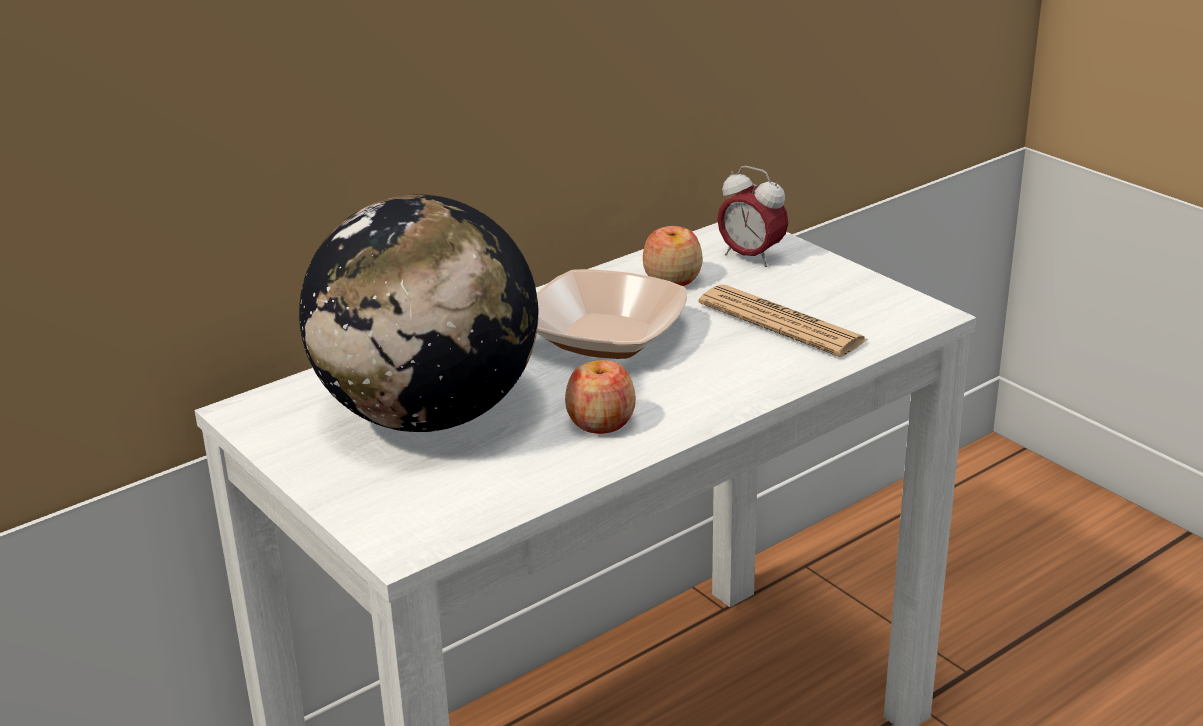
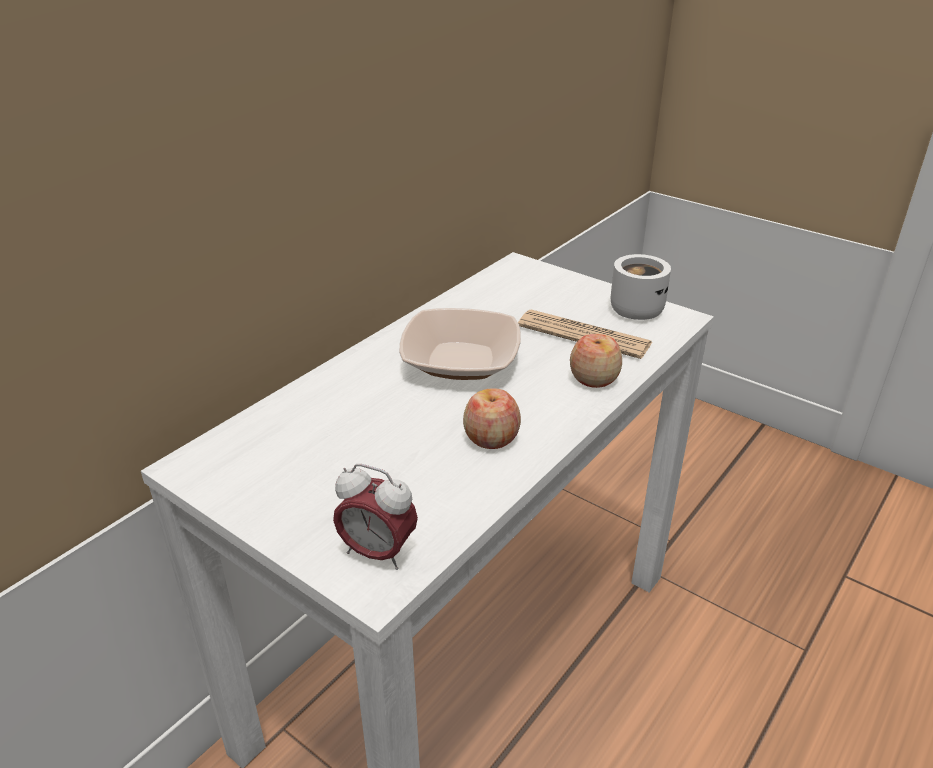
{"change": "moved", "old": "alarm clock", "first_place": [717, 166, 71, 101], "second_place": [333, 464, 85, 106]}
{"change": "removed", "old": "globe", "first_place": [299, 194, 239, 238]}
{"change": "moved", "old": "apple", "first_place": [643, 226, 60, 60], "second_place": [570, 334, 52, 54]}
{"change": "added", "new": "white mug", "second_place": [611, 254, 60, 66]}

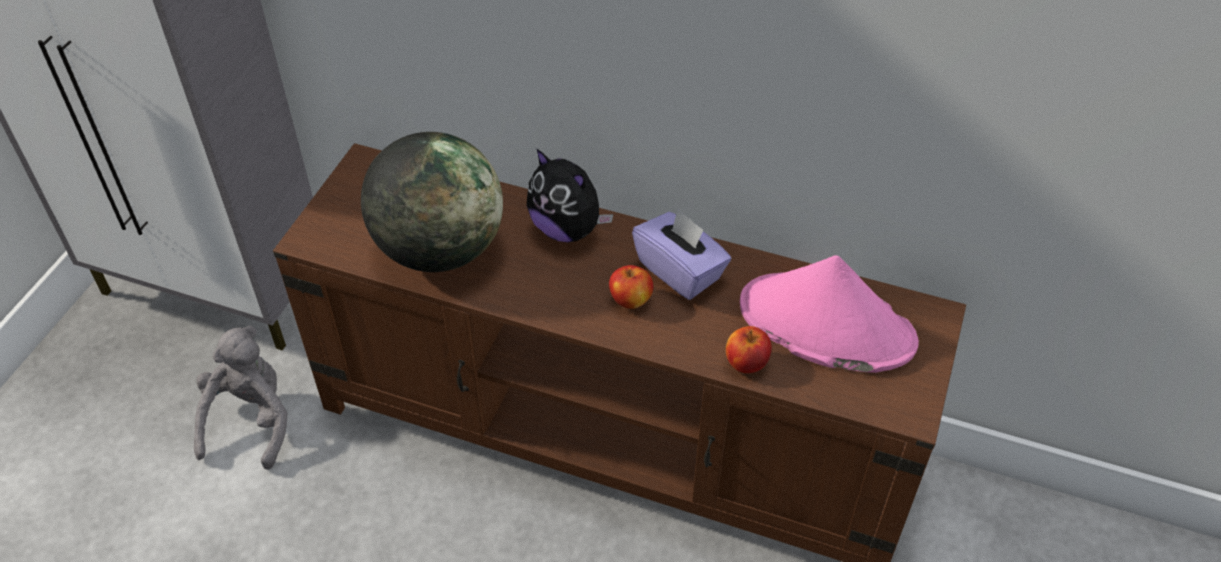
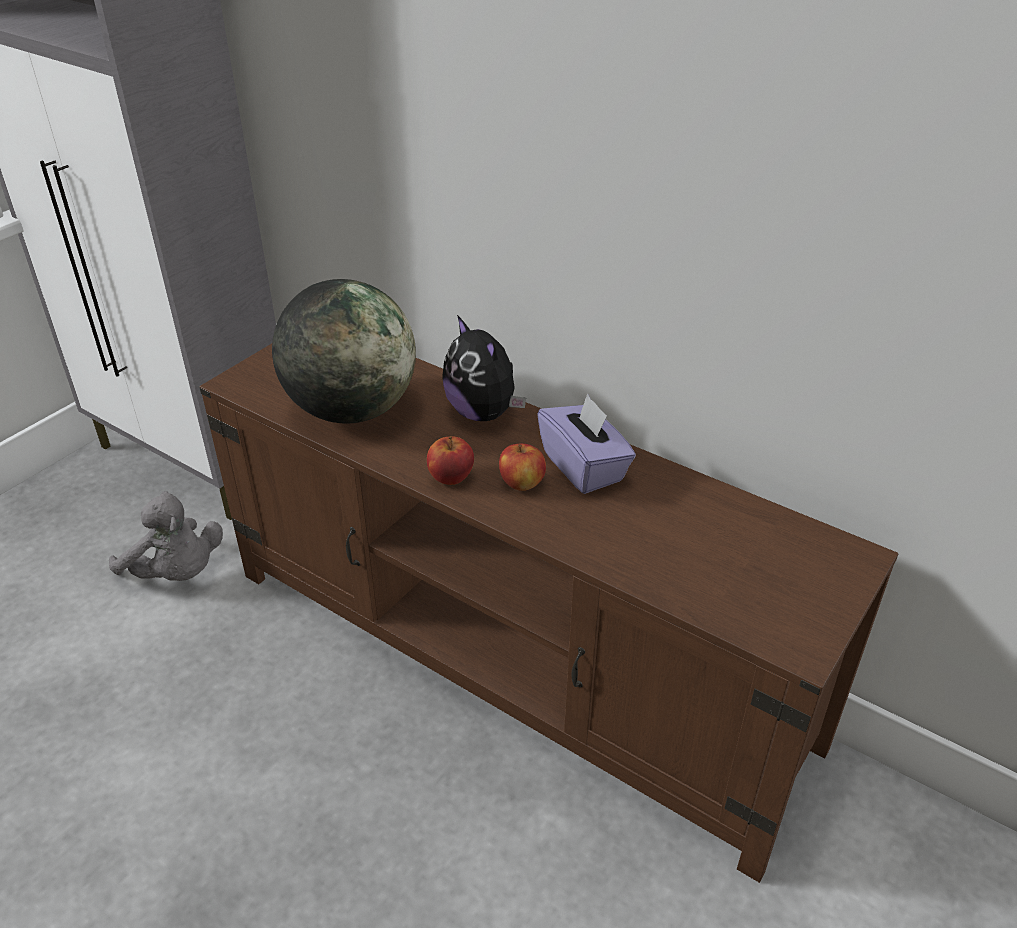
{"change": "removed", "old": "pink hat", "first_place": [740, 255, 179, 118]}
{"change": "turned", "old": "grey plush toy", "first_place": [194, 326, 94, 144], "second_place": [109, 491, 114, 90], "degrees": 105}
{"change": "moved", "old": "apple", "first_place": [726, 326, 46, 47], "second_place": [427, 436, 47, 49]}

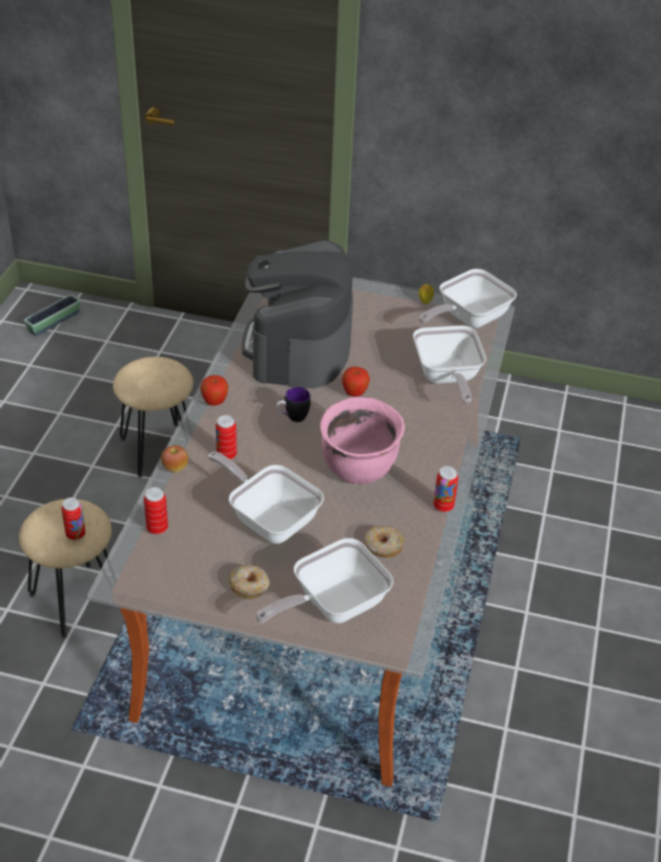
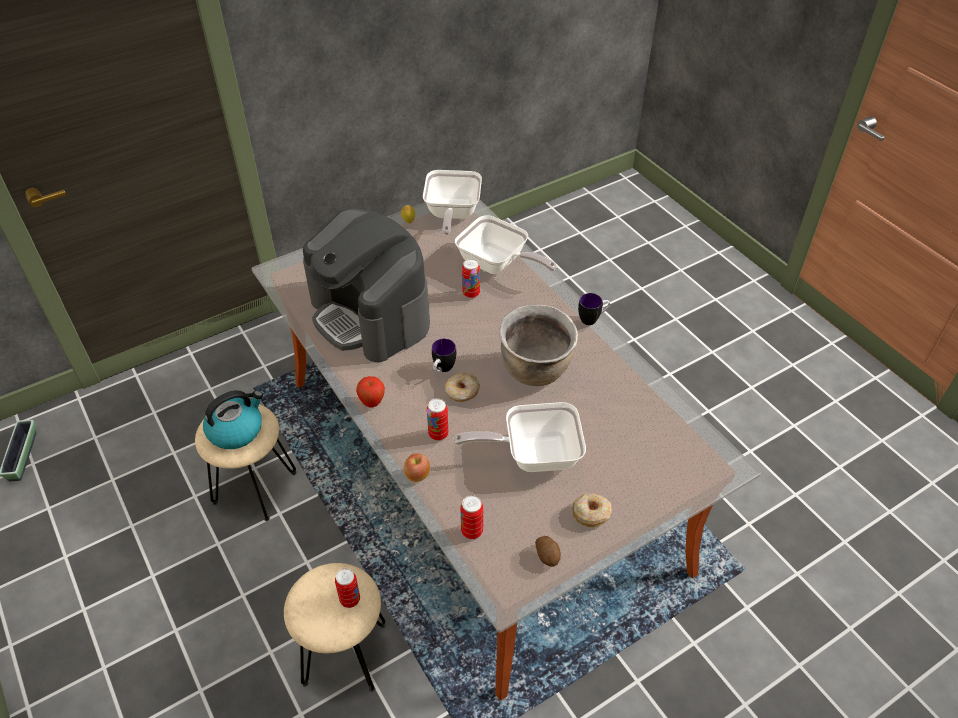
{"change": "removed", "old": "apple", "first_place": [342, 366, 28, 31]}
{"change": "recoloured", "old": "pink cooking pot", "new": "brown cooking pot", "first_place": [320, 397, 85, 87], "second_place": [499, 304, 79, 82]}
{"change": "moved", "old": "can", "first_place": [433, 466, 25, 46], "second_place": [462, 259, 18, 39]}
{"change": "moved", "old": "donut", "first_place": [364, 526, 41, 32], "second_place": [445, 373, 35, 29]}
{"change": "removed", "old": "frying pan", "first_place": [256, 538, 138, 86]}
{"change": "added", "new": "mug", "second_place": [578, 293, 32, 32]}
{"change": "added", "new": "kettle", "second_place": [203, 390, 60, 59]}
{"change": "added", "new": "potato", "second_place": [535, 536, 26, 31]}

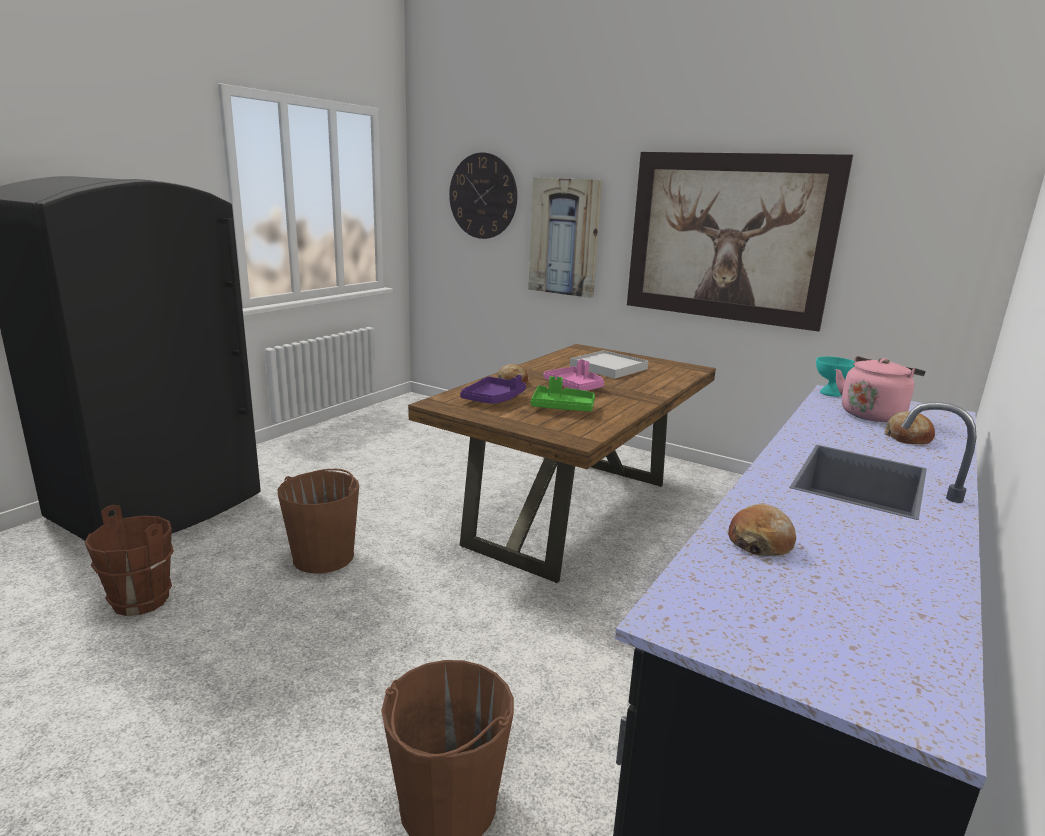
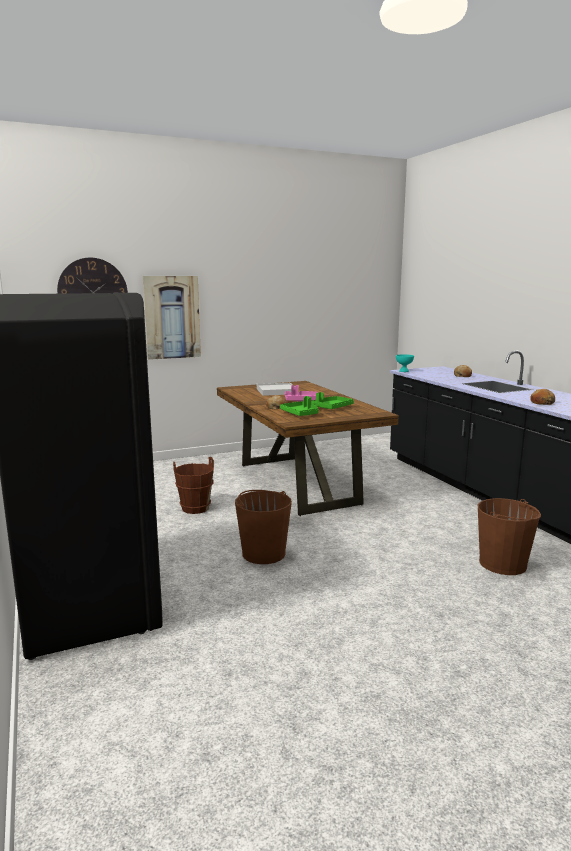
{"change": "removed", "old": "picture", "first_place": [627, 152, 226, 180]}
{"change": "removed", "old": "pink kettle", "first_place": [836, 356, 90, 66]}
{"change": "recoloured", "old": "purple tray", "new": "green tray", "first_place": [460, 375, 66, 29], "second_place": [280, 396, 39, 20]}
{"change": "moved", "old": "brown bucket", "first_place": [84, 505, 90, 111], "second_place": [173, 457, 41, 57]}

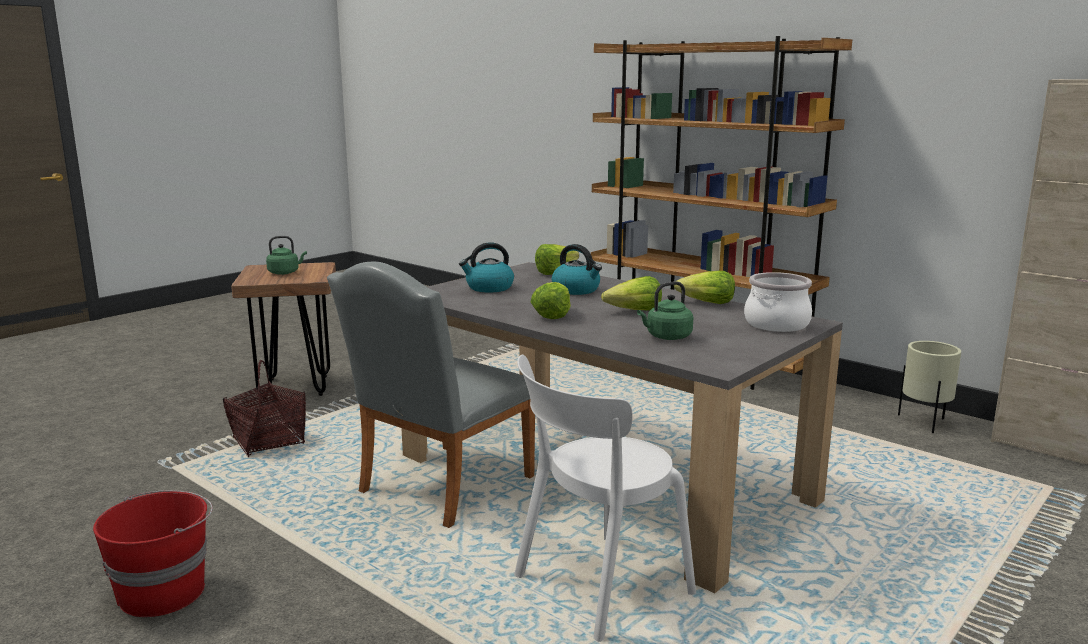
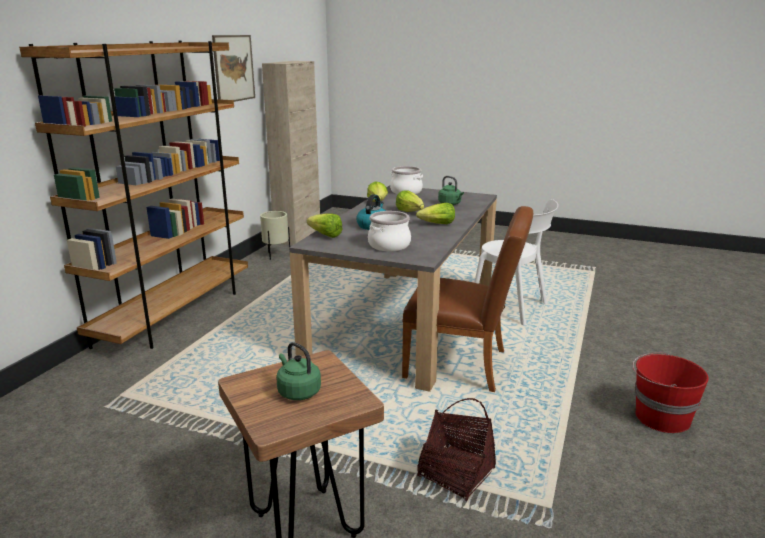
{"change": "replaced", "old": "kettle", "new": "cooking pot", "first_place": [459, 242, 55, 51], "second_place": [368, 211, 43, 40]}
{"change": "recoloured", "old": "grey chair", "new": "brown chair", "first_place": [327, 262, 208, 266], "second_place": [402, 206, 131, 186]}
{"change": "added", "new": "picture", "second_place": [212, 35, 43, 67]}

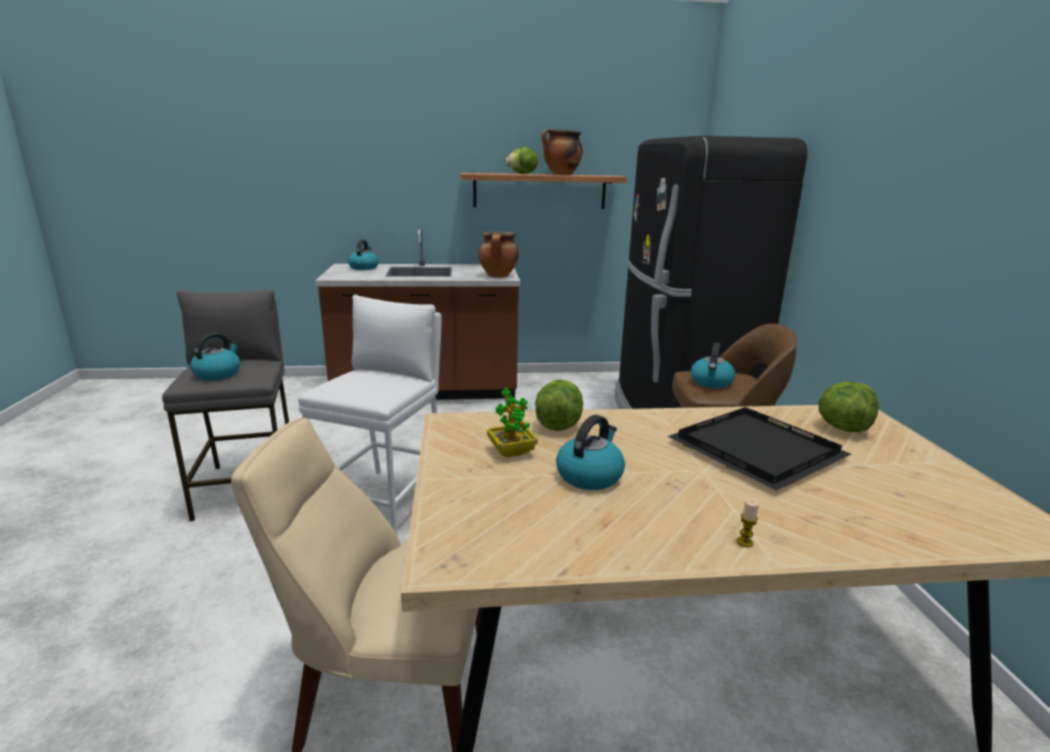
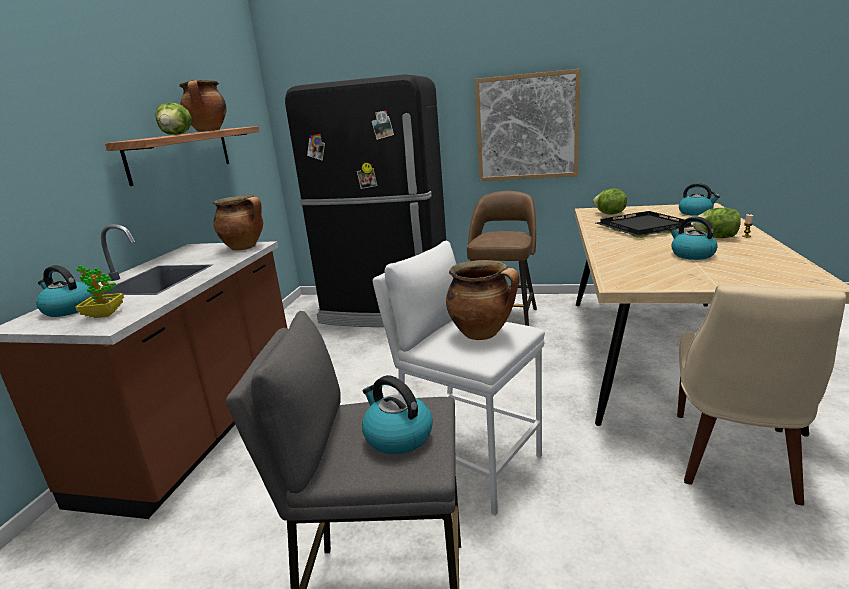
{"change": "moved", "old": "kettle", "first_place": [691, 342, 44, 46], "second_place": [679, 183, 41, 33]}
{"change": "moved", "old": "lettuce", "first_place": [535, 379, 48, 52], "second_place": [693, 208, 48, 30]}
{"change": "moved", "old": "potted plant", "first_place": [487, 388, 51, 70], "second_place": [75, 265, 49, 53]}
{"change": "added", "new": "picture", "second_place": [475, 69, 105, 112]}
{"change": "added", "new": "cooking pot", "second_place": [446, 260, 74, 80]}

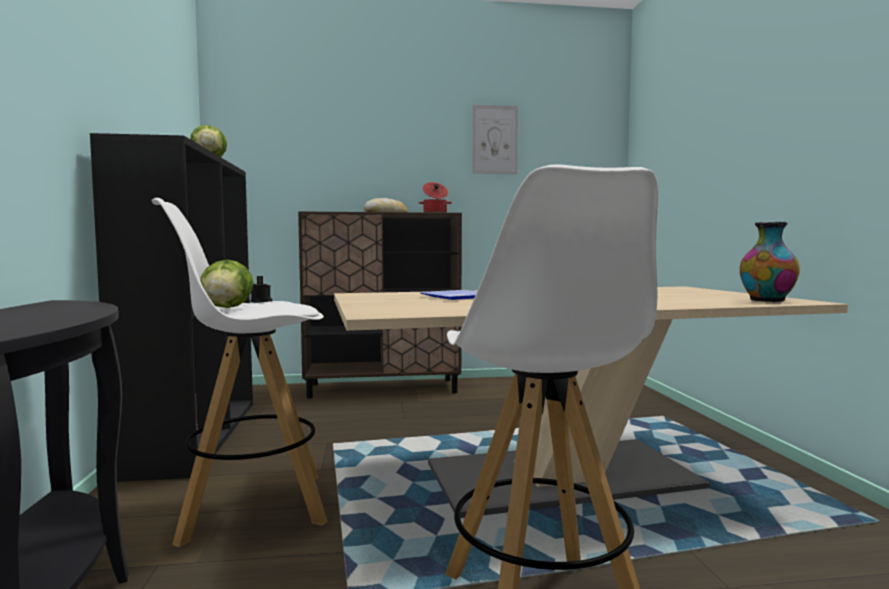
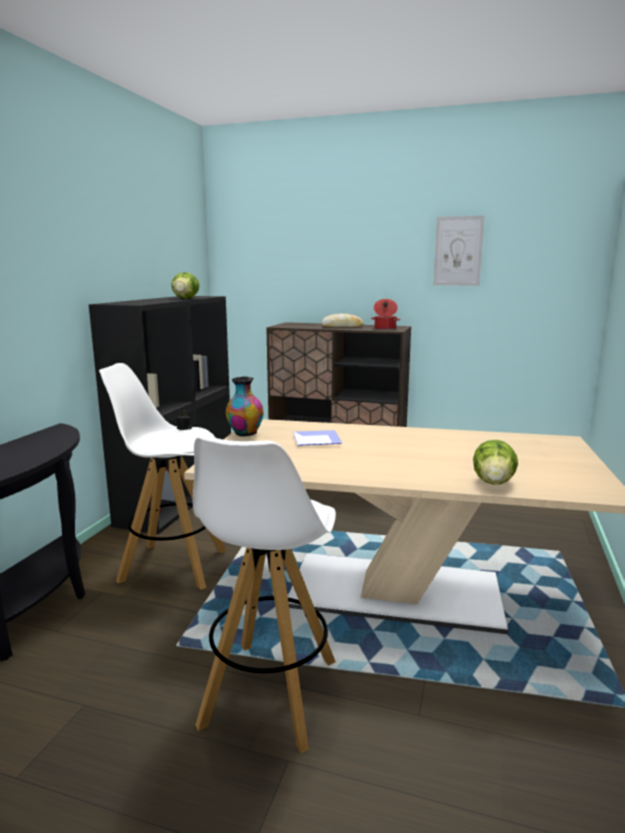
{"change": "moved", "old": "vase", "first_place": [740, 221, 60, 81], "second_place": [226, 376, 38, 61]}
{"change": "moved", "old": "lettuce", "first_place": [200, 260, 53, 48], "second_place": [473, 440, 45, 45]}

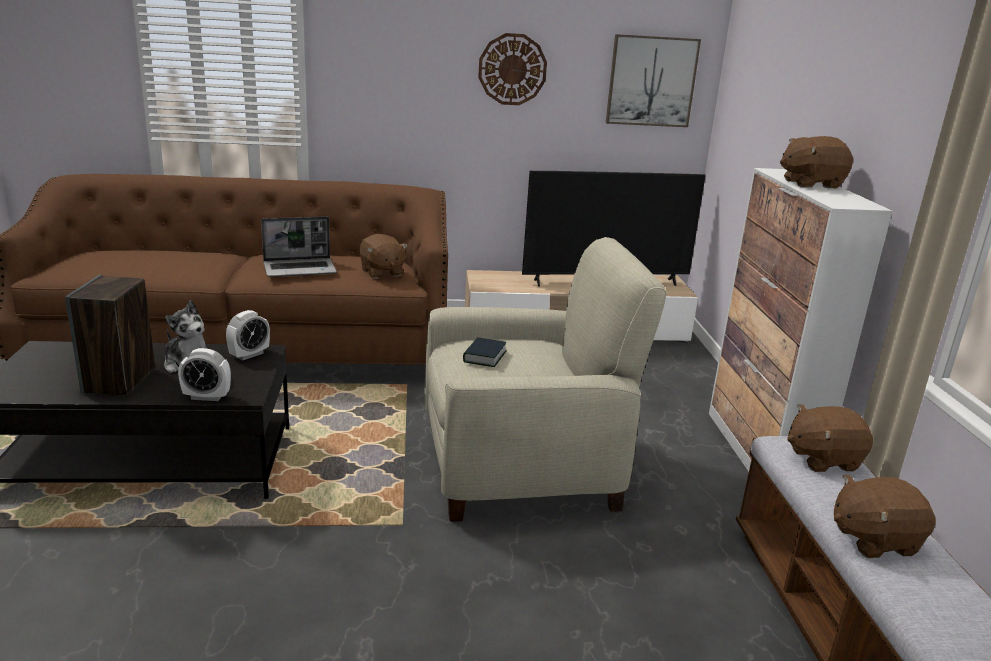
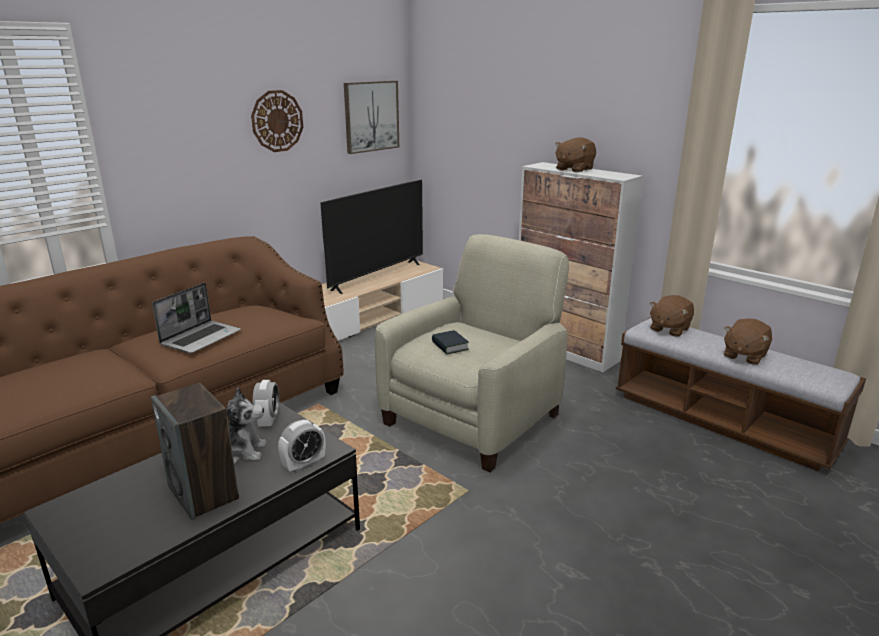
{"change": "removed", "old": "brown plush toy", "first_place": [359, 234, 49, 45]}

